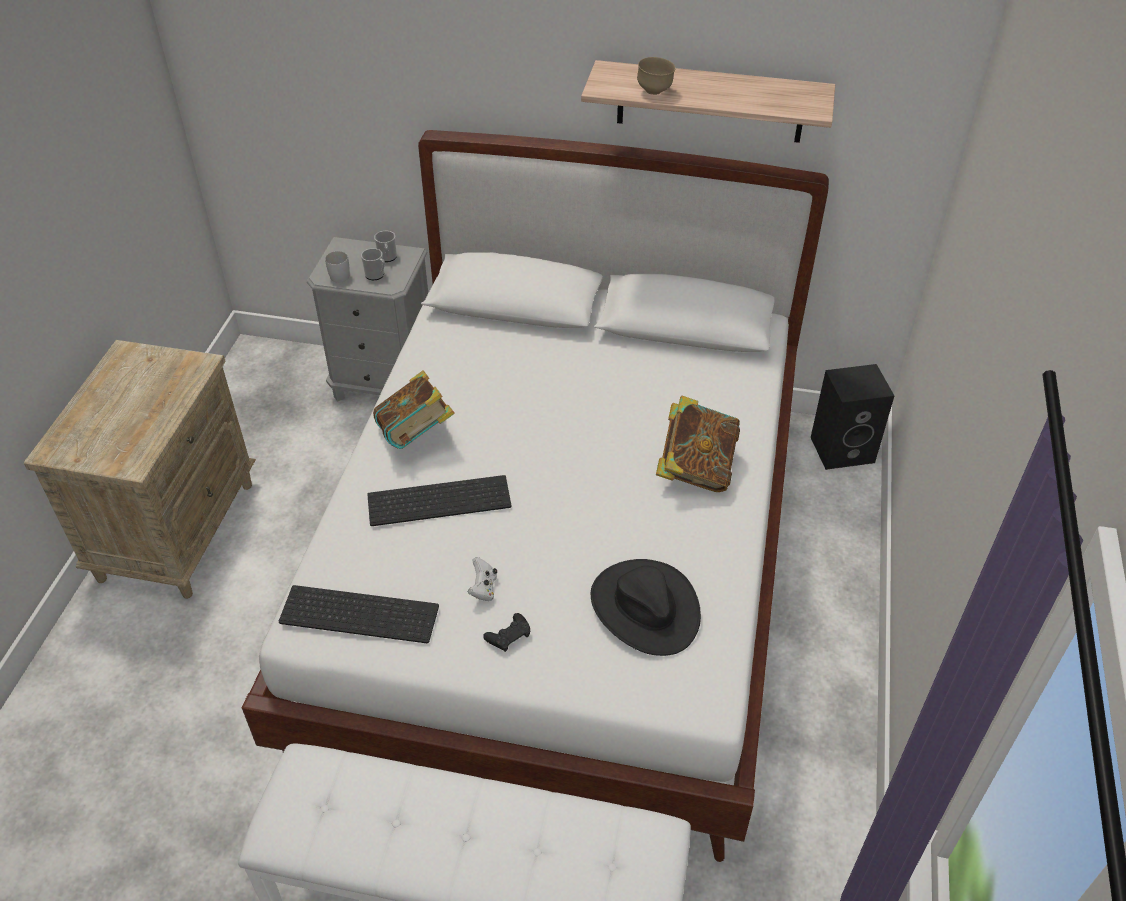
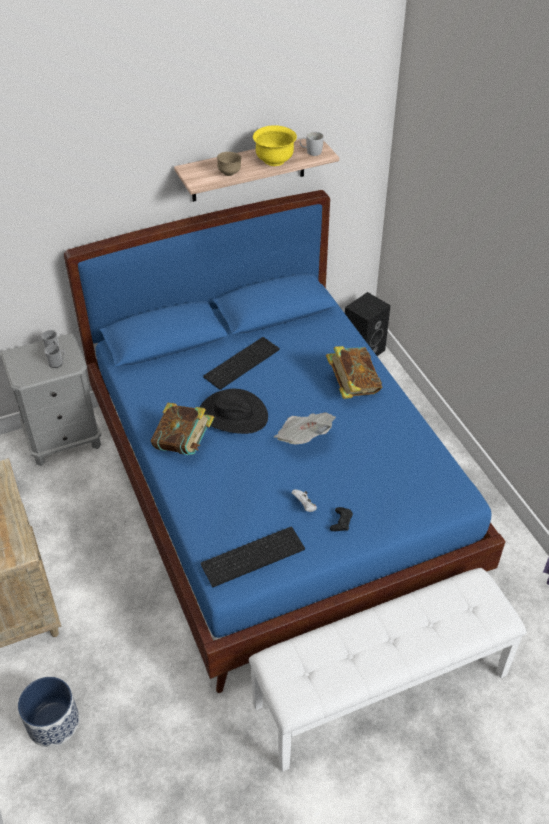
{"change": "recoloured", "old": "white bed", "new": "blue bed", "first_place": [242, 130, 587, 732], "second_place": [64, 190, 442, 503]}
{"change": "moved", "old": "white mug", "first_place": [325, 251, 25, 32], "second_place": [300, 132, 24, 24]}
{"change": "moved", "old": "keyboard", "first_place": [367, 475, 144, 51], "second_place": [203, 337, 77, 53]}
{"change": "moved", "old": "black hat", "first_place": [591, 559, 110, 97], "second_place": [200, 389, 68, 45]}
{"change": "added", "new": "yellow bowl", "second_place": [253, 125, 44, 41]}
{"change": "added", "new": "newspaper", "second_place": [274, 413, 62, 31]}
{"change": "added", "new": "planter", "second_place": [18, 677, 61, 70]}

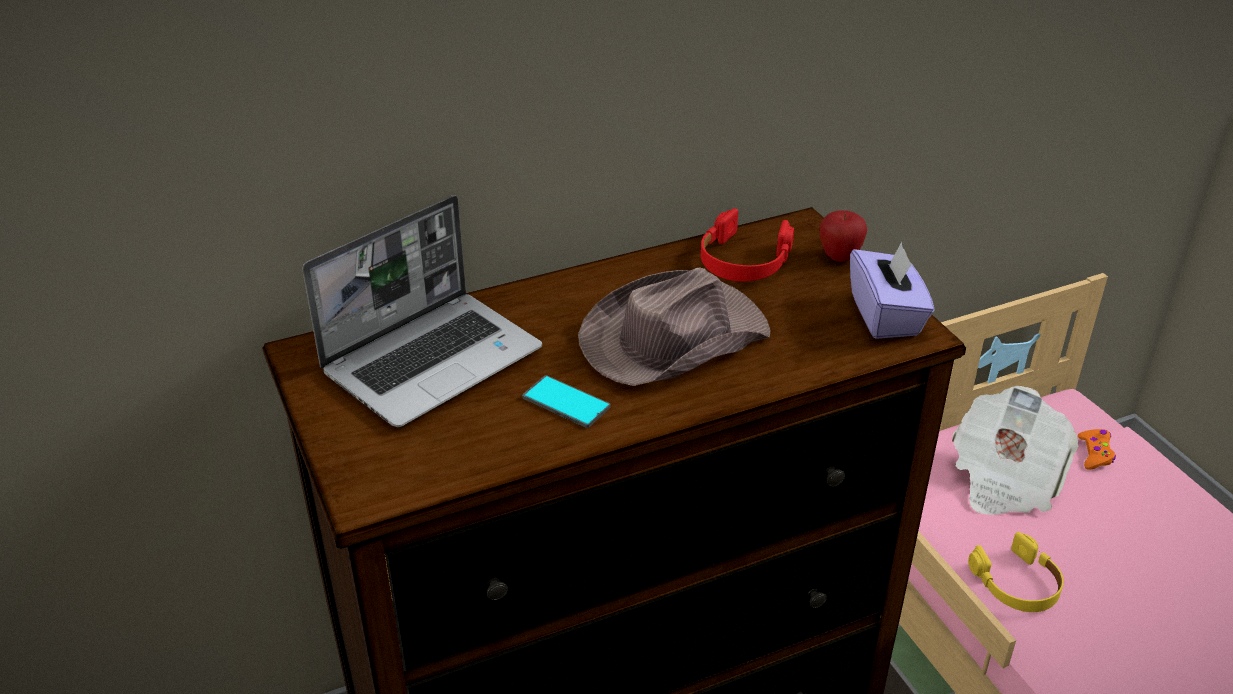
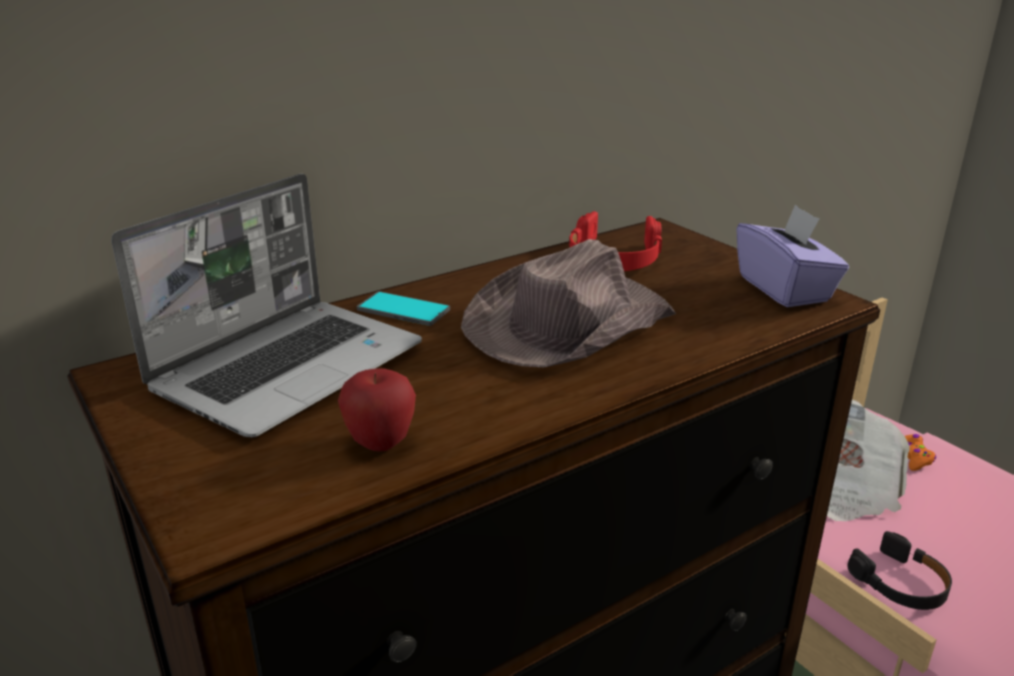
{"change": "moved", "old": "apple", "first_place": [819, 210, 48, 52], "second_place": [338, 369, 78, 82]}
{"change": "moved", "old": "phone", "first_place": [522, 375, 88, 53], "second_place": [357, 291, 93, 35]}
{"change": "recoloured", "old": "yellow headphones", "new": "black headphones", "first_place": [968, 532, 96, 80], "second_place": [848, 531, 104, 79]}

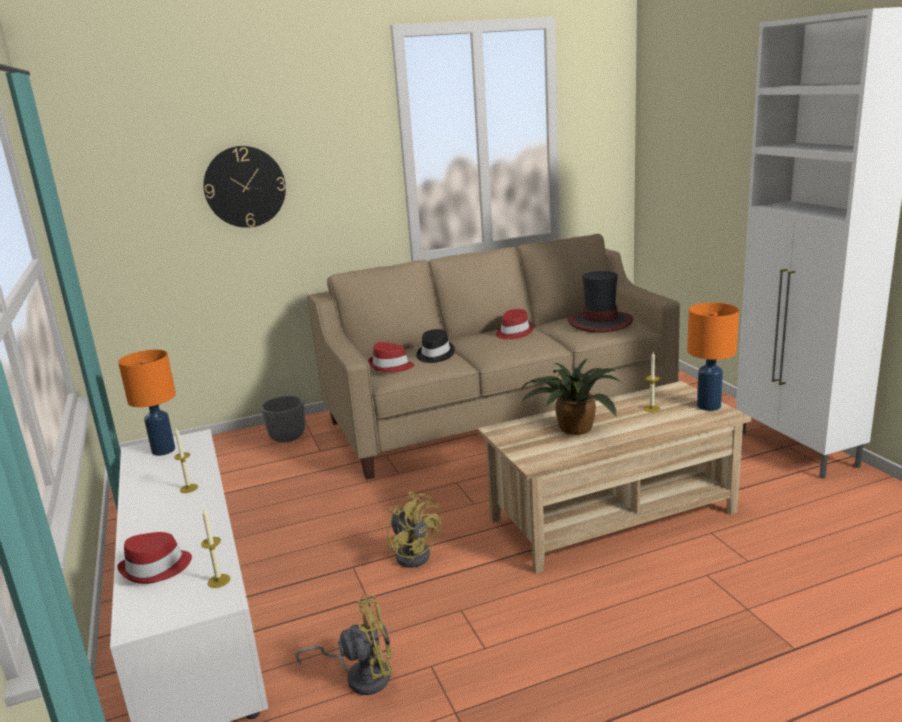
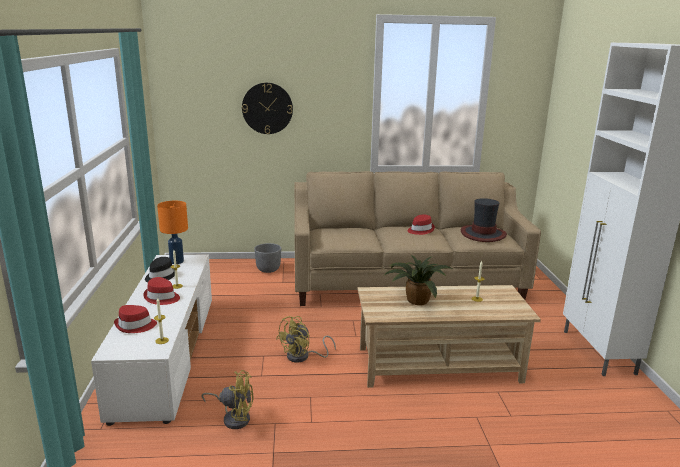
{"change": "removed", "old": "orange table lamp", "first_place": [687, 303, 52, 108]}
{"change": "moved", "old": "black hat", "first_place": [416, 329, 39, 34], "second_place": [145, 257, 30, 25]}
{"change": "moved", "old": "red hat", "first_place": [368, 342, 46, 30], "second_place": [143, 277, 37, 28]}
{"change": "turned", "old": "yellow fan", "first_place": [387, 492, 54, 76], "second_place": [276, 316, 60, 47], "degrees": 60}

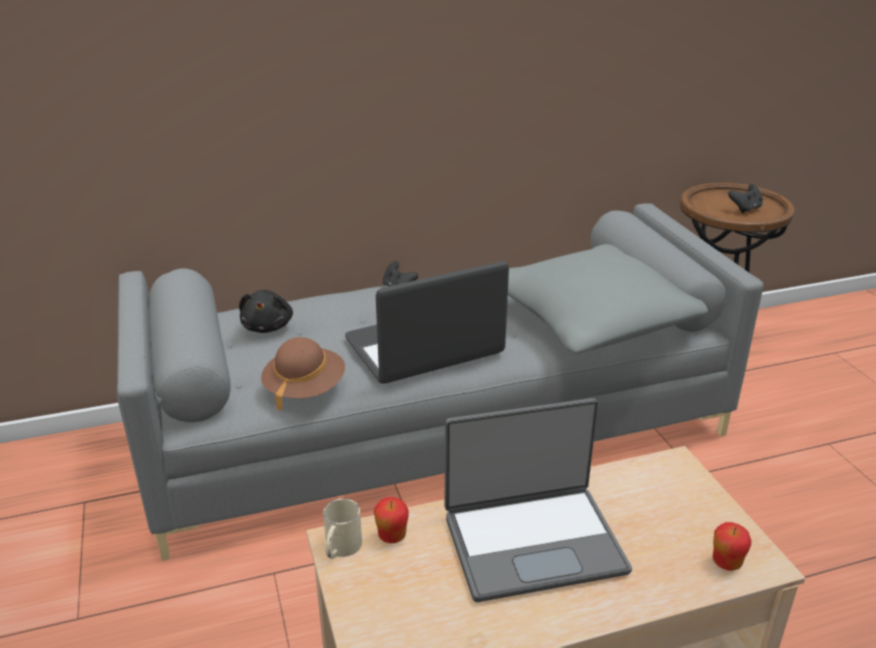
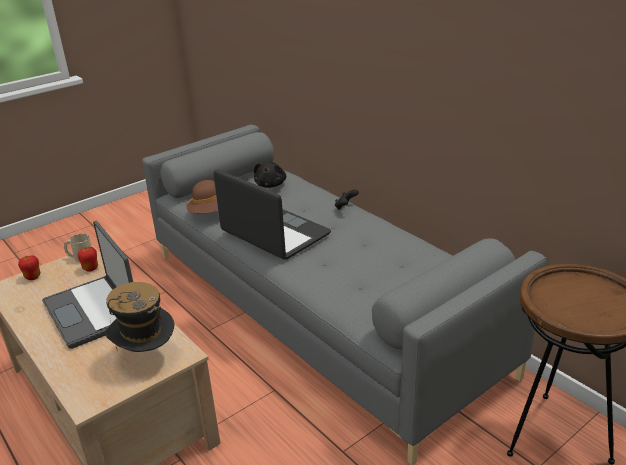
{"change": "removed", "old": "black game controller", "first_place": [728, 184, 35, 29]}
{"change": "removed", "old": "grey pillow", "first_place": [508, 244, 200, 110]}
{"change": "turned", "old": "black plush toy", "first_place": [239, 290, 54, 43], "second_place": [254, 161, 32, 27], "degrees": -60}
{"change": "moved", "old": "apple", "first_place": [713, 522, 38, 49], "second_place": [18, 255, 23, 25]}
{"change": "added", "new": "hat", "second_place": [105, 282, 69, 70]}

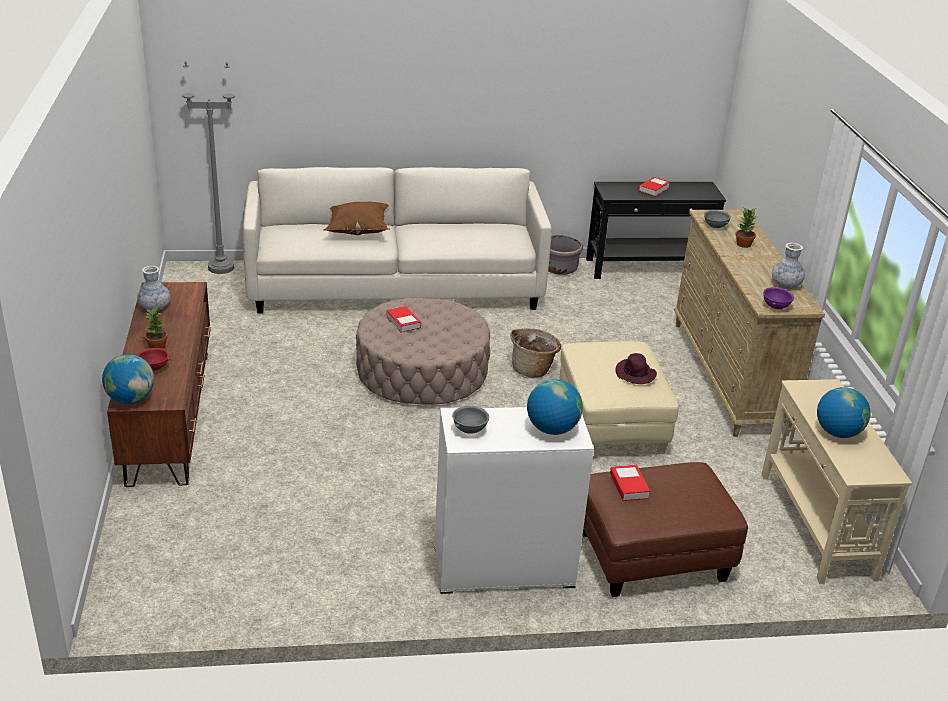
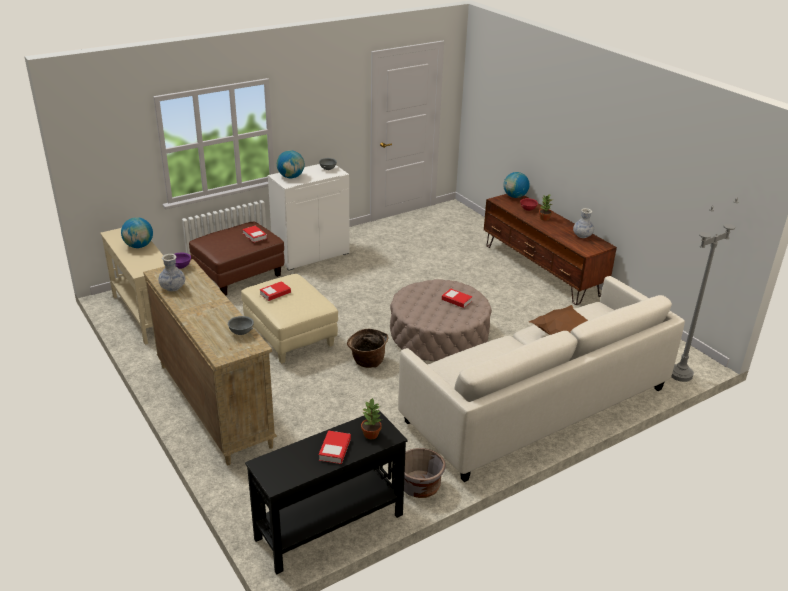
{"change": "moved", "old": "potted plant", "first_place": [735, 207, 22, 41], "second_place": [361, 398, 20, 41]}
{"change": "replaced", "old": "purple hat", "new": "book", "first_place": [615, 353, 42, 31], "second_place": [260, 281, 31, 20]}

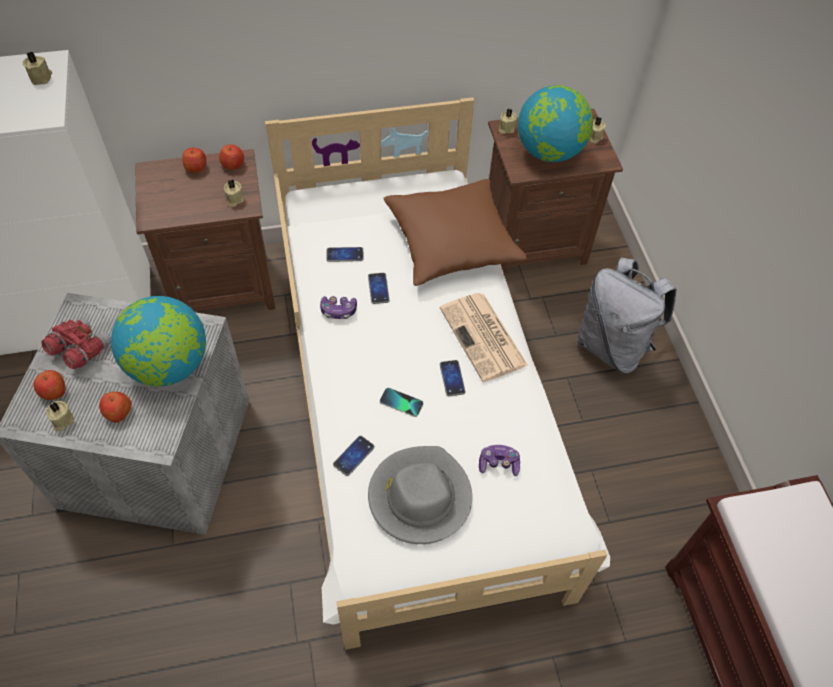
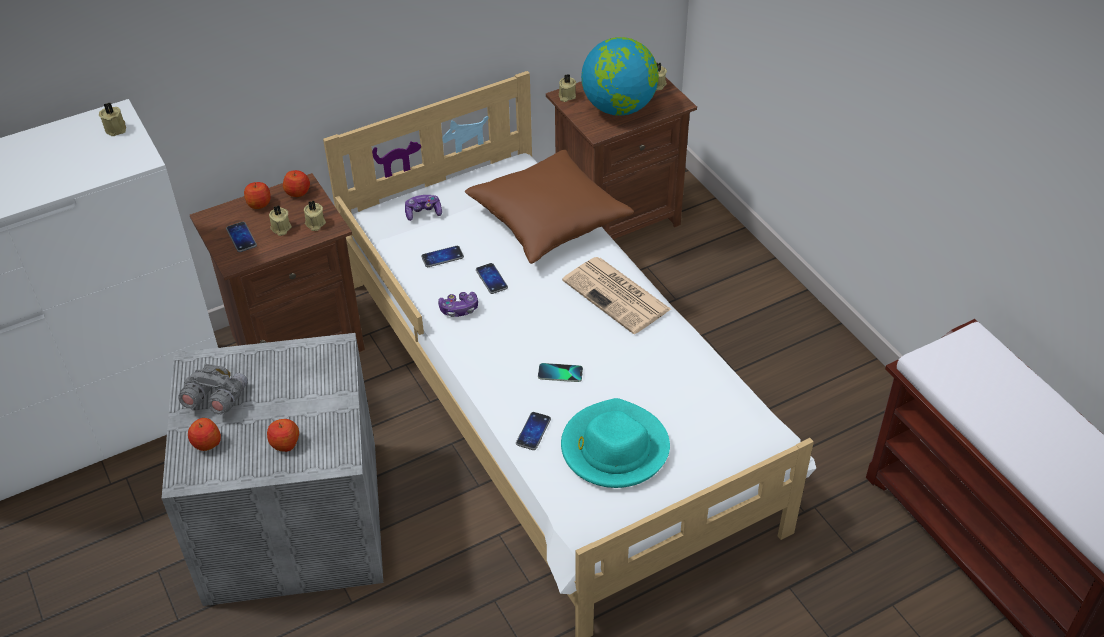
{"change": "removed", "old": "grey backpack", "first_place": [577, 257, 100, 116]}
{"change": "removed", "old": "globe", "first_place": [111, 296, 95, 90]}
{"change": "recoloured", "old": "red binoculars", "new": "grey binoculars", "first_place": [41, 318, 70, 51], "second_place": [178, 363, 70, 52]}
{"change": "moved", "old": "phone", "first_place": [440, 360, 26, 36], "second_place": [226, 222, 31, 30]}
{"change": "moved", "old": "beige candle", "first_place": [46, 401, 28, 30], "second_place": [269, 205, 23, 31]}
{"change": "moved", "old": "game controller", "first_place": [479, 445, 41, 31], "second_place": [405, 195, 37, 26]}
{"change": "recoloured", "old": "grey hat", "new": "turquoise hat", "first_place": [368, 446, 104, 98], "second_place": [561, 398, 109, 90]}

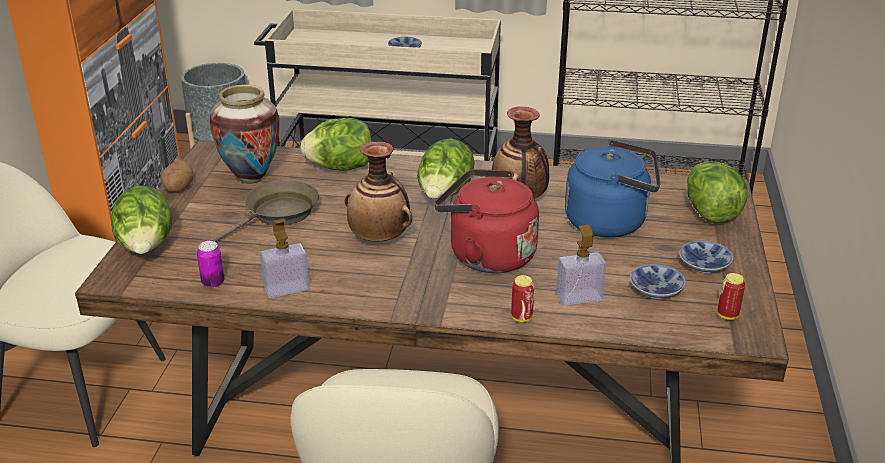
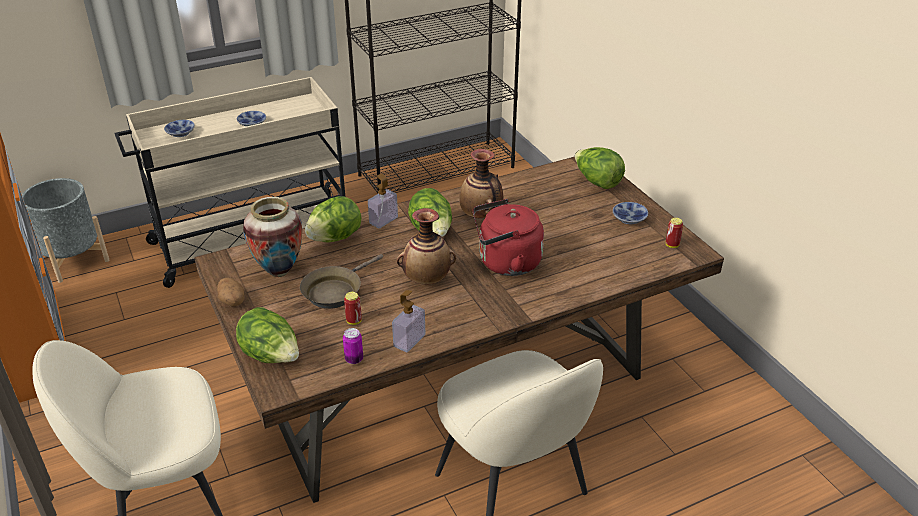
{"change": "removed", "old": "blue kettle", "first_place": [565, 139, 96, 98]}
{"change": "turned", "old": "brown frying pan", "first_place": [206, 180, 113, 62], "second_place": [300, 254, 83, 55], "degrees": -150}
{"change": "moved", "old": "soap dispenser", "first_place": [556, 225, 50, 81], "second_place": [368, 173, 30, 55]}
{"change": "moved", "old": "bowl", "first_place": [630, 264, 55, 35], "second_place": [164, 120, 31, 17]}
{"change": "moved", "old": "can", "first_place": [511, 275, 23, 47], "second_place": [344, 292, 18, 33]}

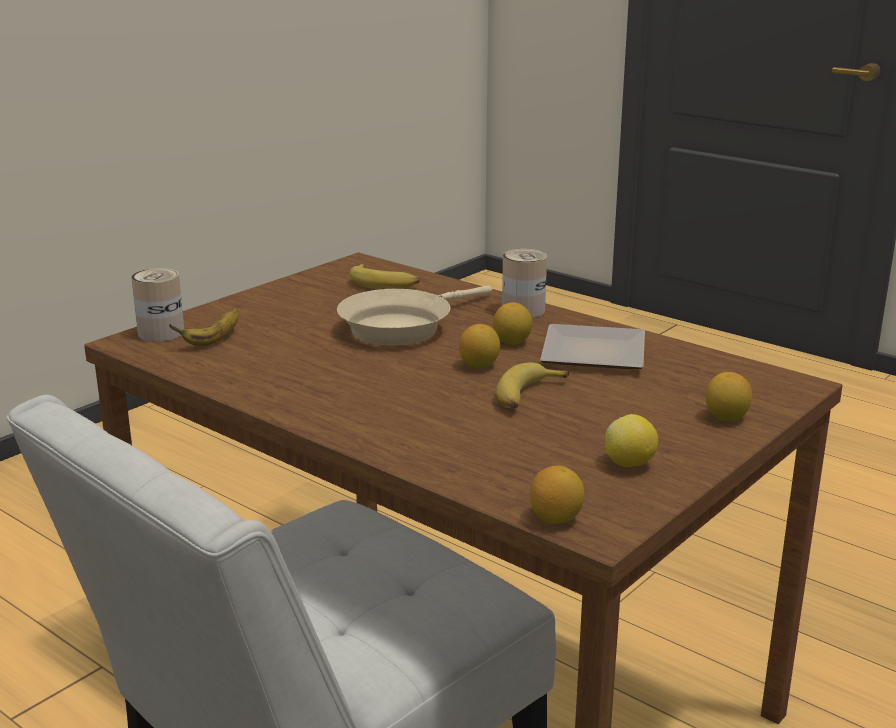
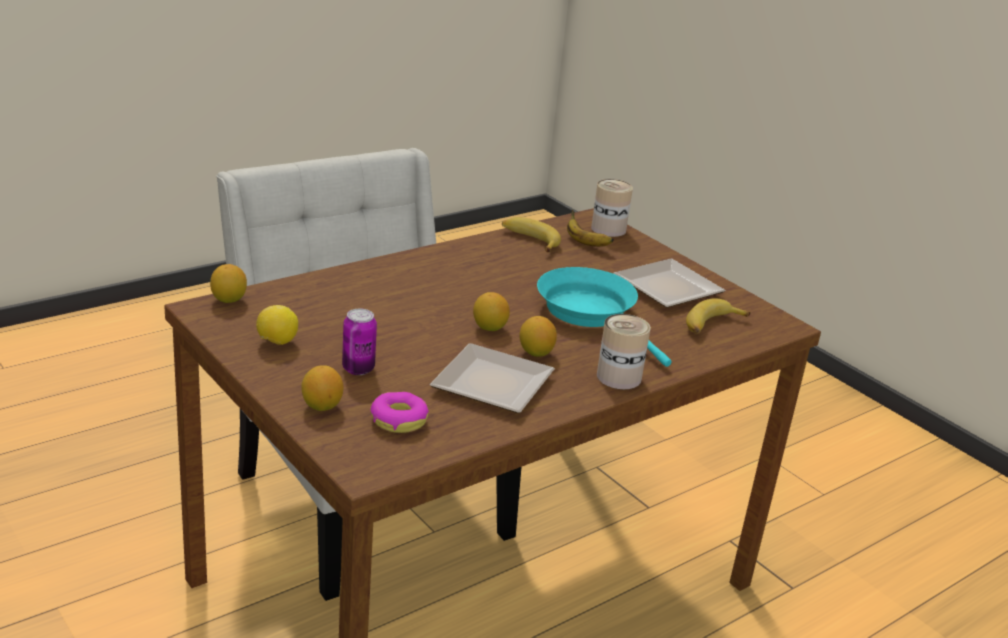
{"change": "recoloured", "old": "beige frying pan", "new": "turquoise frying pan", "first_place": [337, 286, 155, 60], "second_place": [537, 267, 134, 100]}
{"change": "moved", "old": "banana", "first_place": [496, 363, 73, 46], "second_place": [502, 217, 59, 35]}
{"change": "added", "new": "plate", "second_place": [614, 259, 112, 49]}
{"change": "added", "new": "can", "second_place": [342, 309, 35, 66]}
{"change": "added", "new": "donut", "second_place": [370, 392, 59, 41]}

